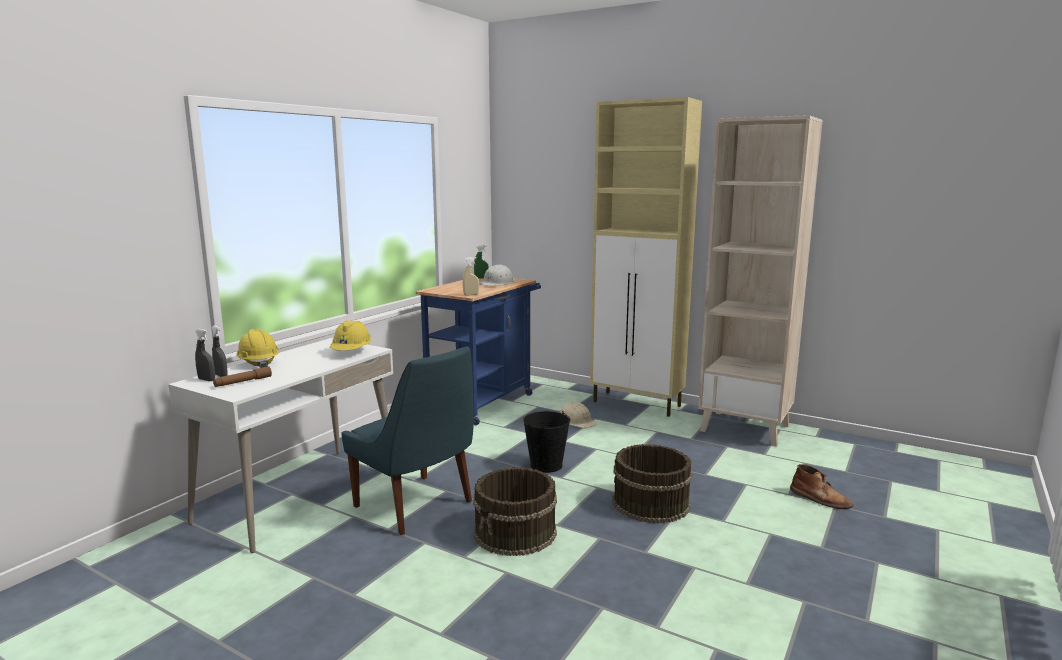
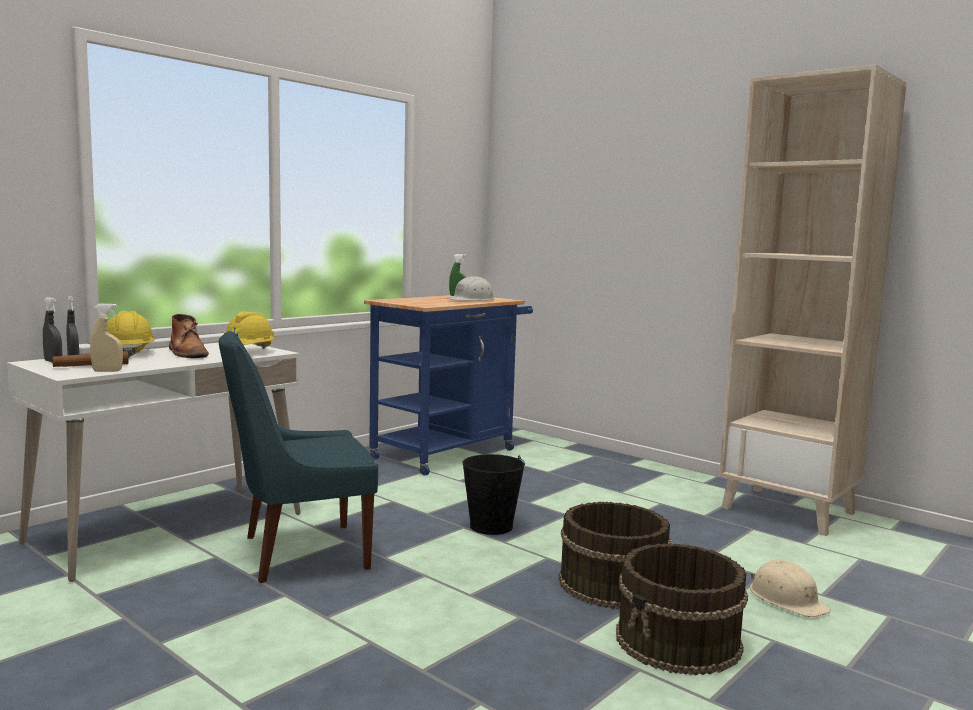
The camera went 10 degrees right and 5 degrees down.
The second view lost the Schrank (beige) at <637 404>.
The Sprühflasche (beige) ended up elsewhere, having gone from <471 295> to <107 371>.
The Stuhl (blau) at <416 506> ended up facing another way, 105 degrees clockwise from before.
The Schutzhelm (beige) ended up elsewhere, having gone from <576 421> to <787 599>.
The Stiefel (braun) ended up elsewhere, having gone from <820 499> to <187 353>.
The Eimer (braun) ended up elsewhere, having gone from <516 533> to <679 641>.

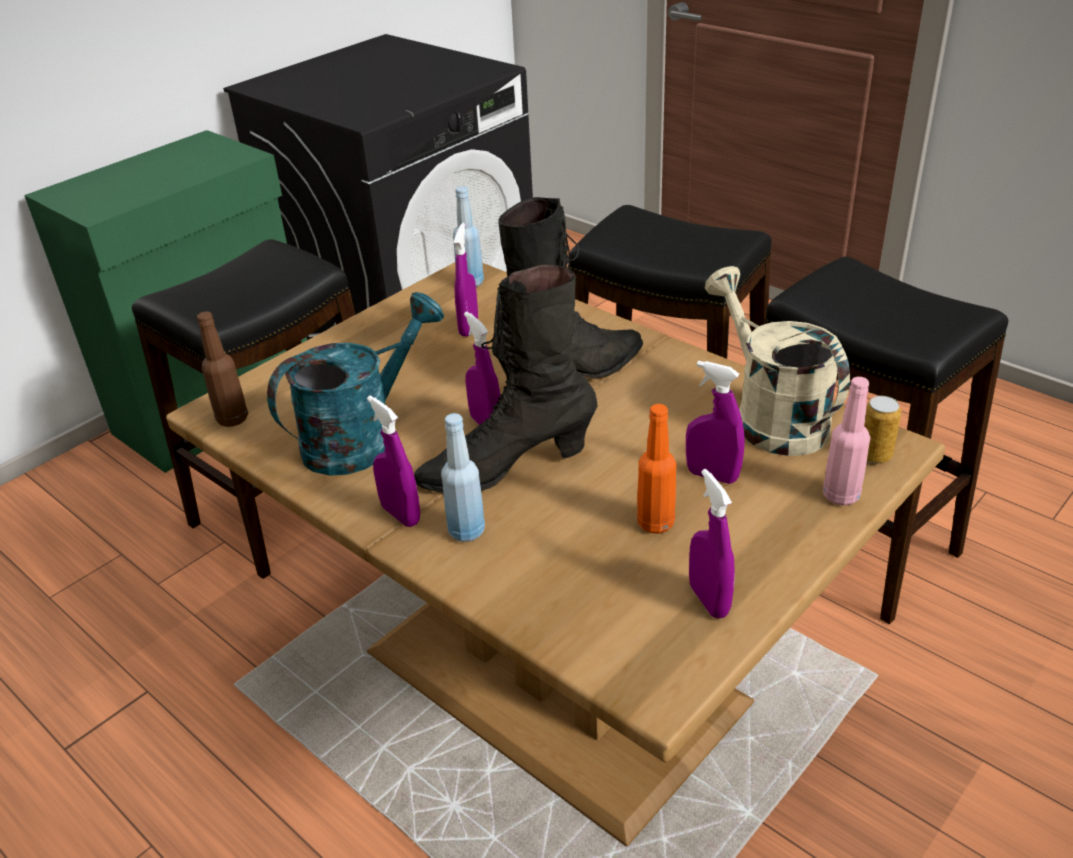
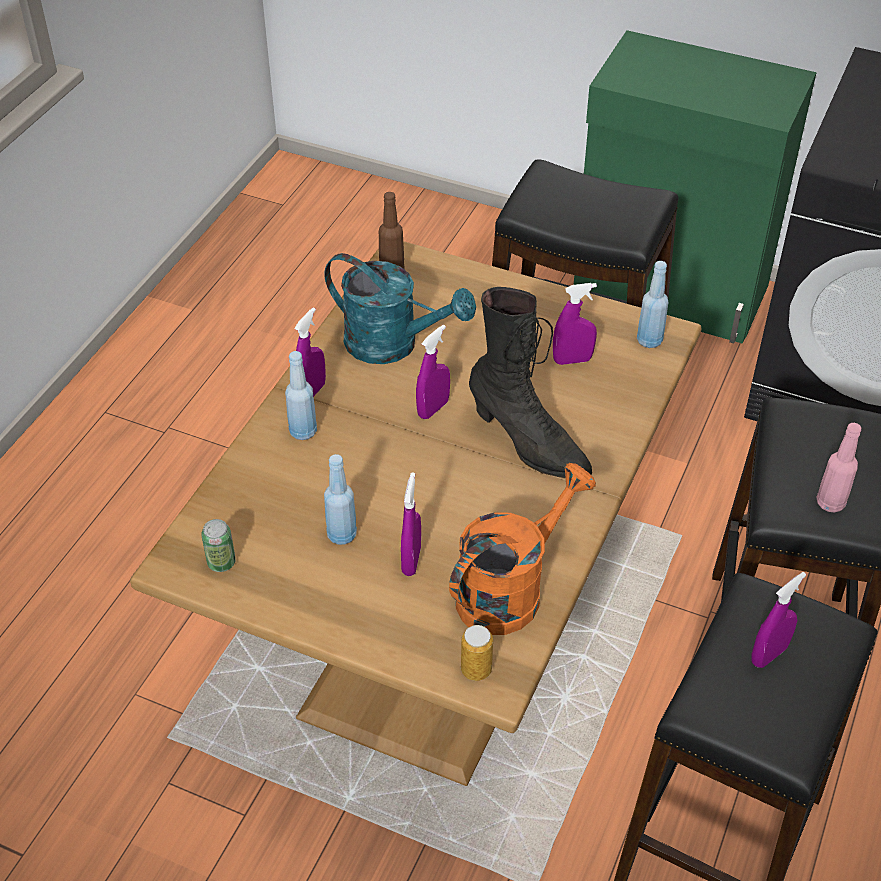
The camera went 70 degrees right and 10 degrees up.
The second view lost the Stiefel (schwarz) at <506 467>.
What was the Gießkanne (beige) at <770 416> turned into the Gießkanne (orange) at <510 589>.
The Flasche (rosa) ended up elsewhere, having gone from <840 495> to <830 503>.
What was the Flasche (orange) at <655 523> turned into the Flasche (blau) at <342 535>.
The Sprühflasche (lila) ended up elsewhere, having gone from <708 600> to <769 655>.
The second view gained the Dose at <221 562>.

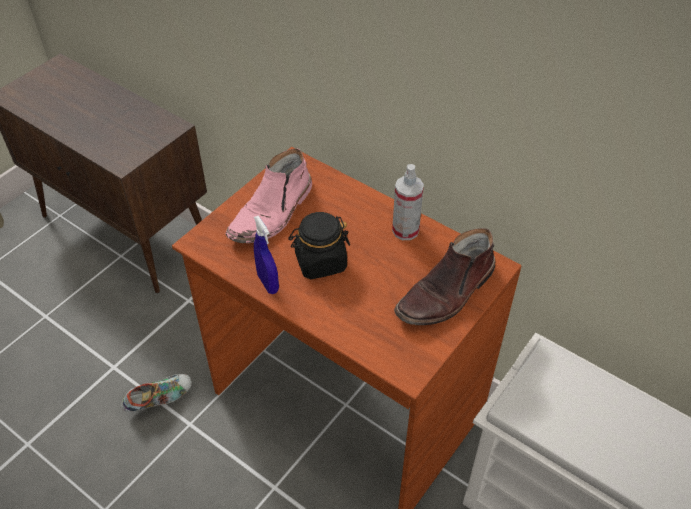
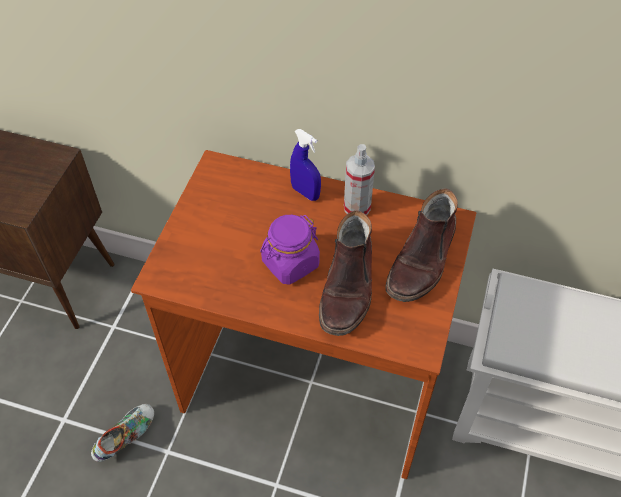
The camera went 20 degrees left and 5 degrees up.
The second view lost the Stiefel (rosa) at <272 213>.
What was the Vorratsglas (schwarz) at <320 262> turned into the Vorratsglas (lila) at <290 263>.
The Sprühflasche (blau) ended up elsewhere, having gone from <268 283> to <305 192>.
The second view gained the Stiefel (braun) at <348 286>.

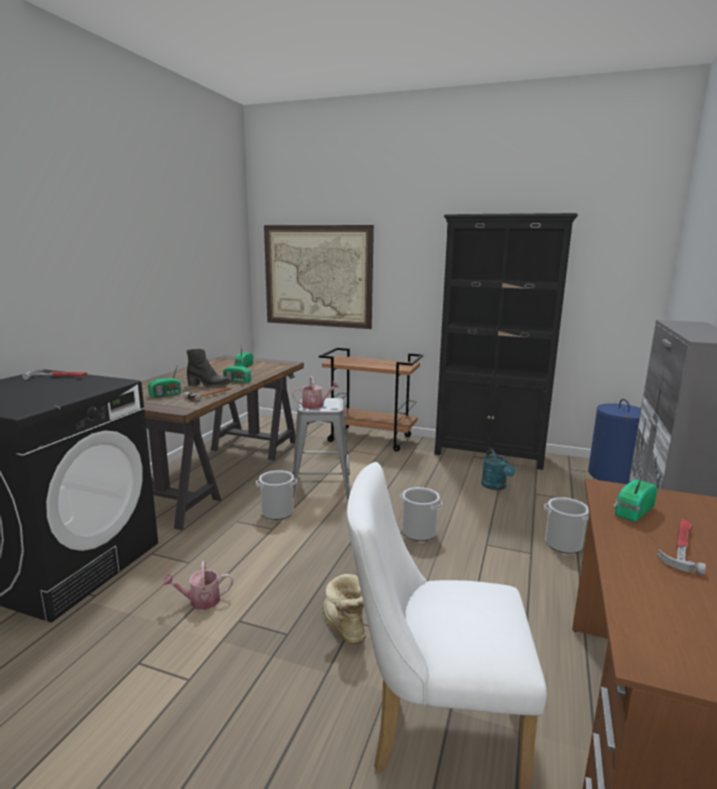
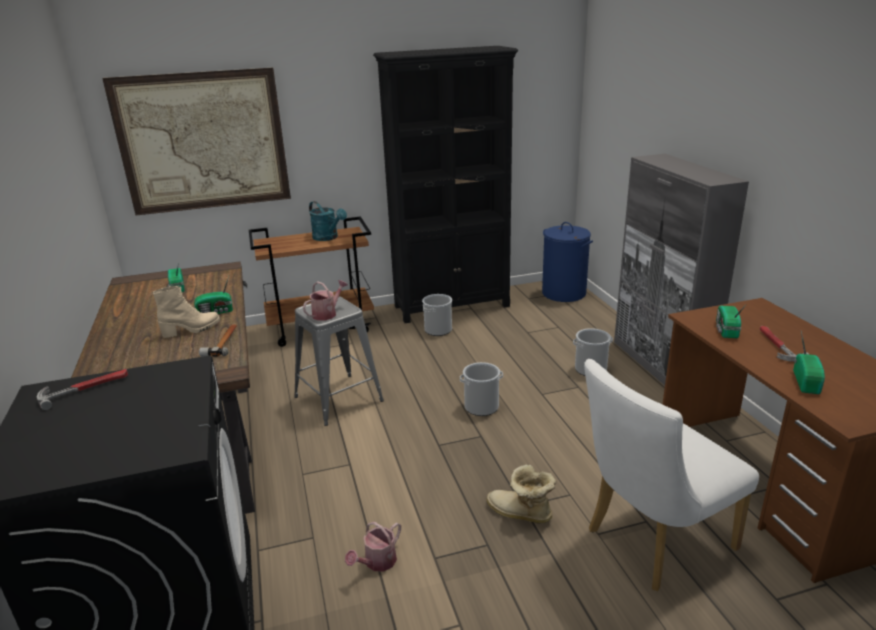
The camera went 35 degrees left and 10 degrees up.
What was the Stiefel (schwarz) at <208 385> turned into the Stiefel (beige) at <192 330>.
The Radio ended up elsewhere, having gone from <166 395> to <807 382>.
The Gießkanne (türkis) ended up elsewhere, having gone from <496 487> to <328 238>.
The Eimer ended up elsewhere, having gone from <277 512> to <438 330>.

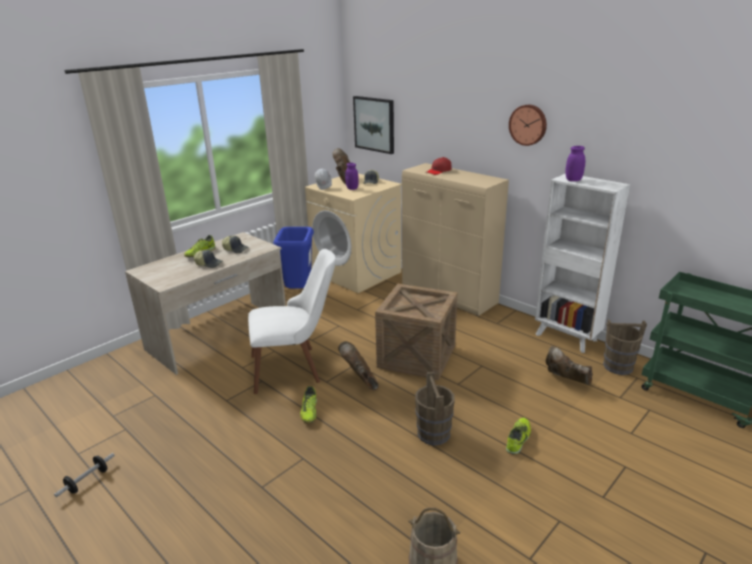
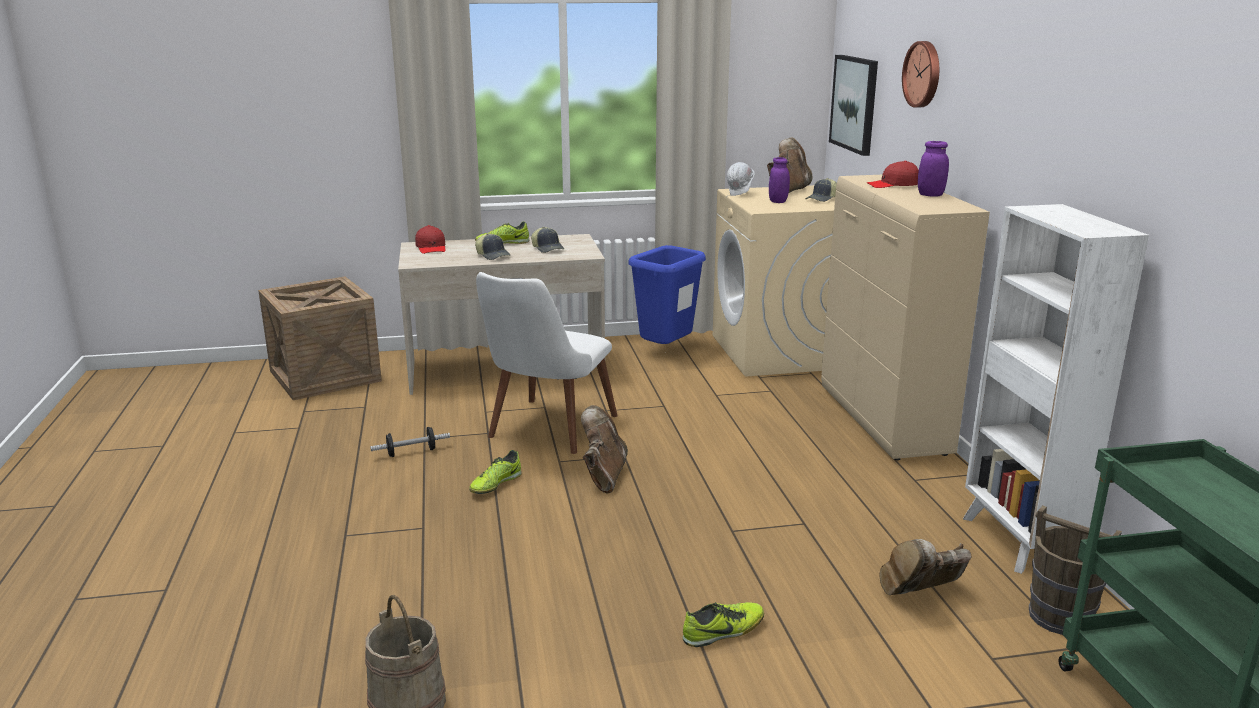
The camera went 35 degrees right and 5 degrees down.
The Wanduhr ended up elsewhere, having gone from <528 124> to <923 74>.
The Vorratsglas (lila) ended up elsewhere, having gone from <573 180> to <930 195>.
The Stuhl (weiß) at <295 367> ended up facing another way, 90 degrees clockwise from before.
The Kiste ended up elsewhere, having gone from <416 356> to <325 376>.
The Stiefel (braun) at <565 381> ended up facing another way, 90 degrees counterclockwise from before.
The second view lost the Eimer (braun) at <433 433>.
The Hantel ended up elsewhere, having gone from <88 481> to <411 452>.
The second view gained the Kappe (rot) at <431 248>.

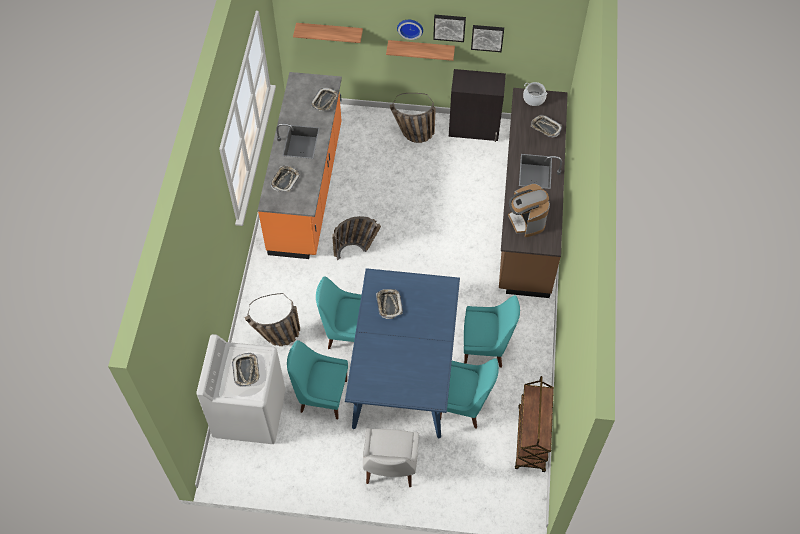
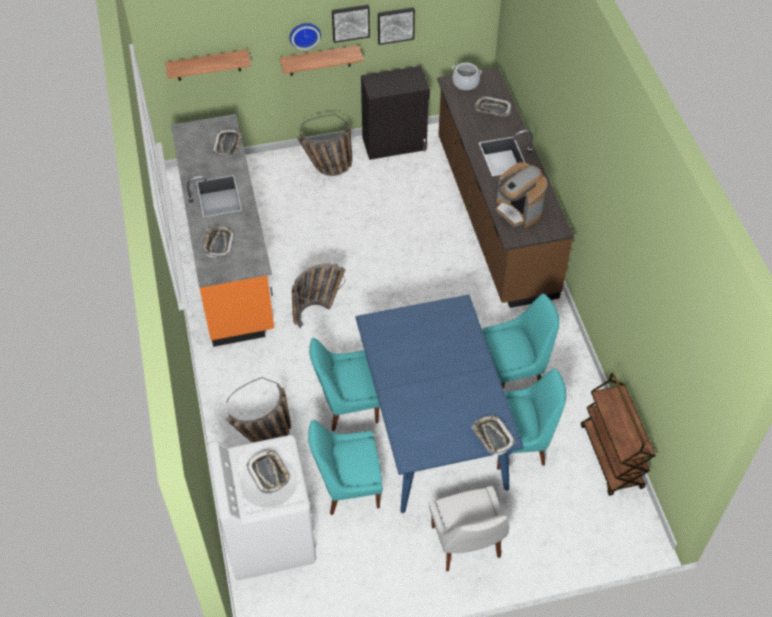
The camera went 20 degrees left and 5 degrees down.
The Tablett ended up elsewhere, having gone from <389 304> to <492 436>.

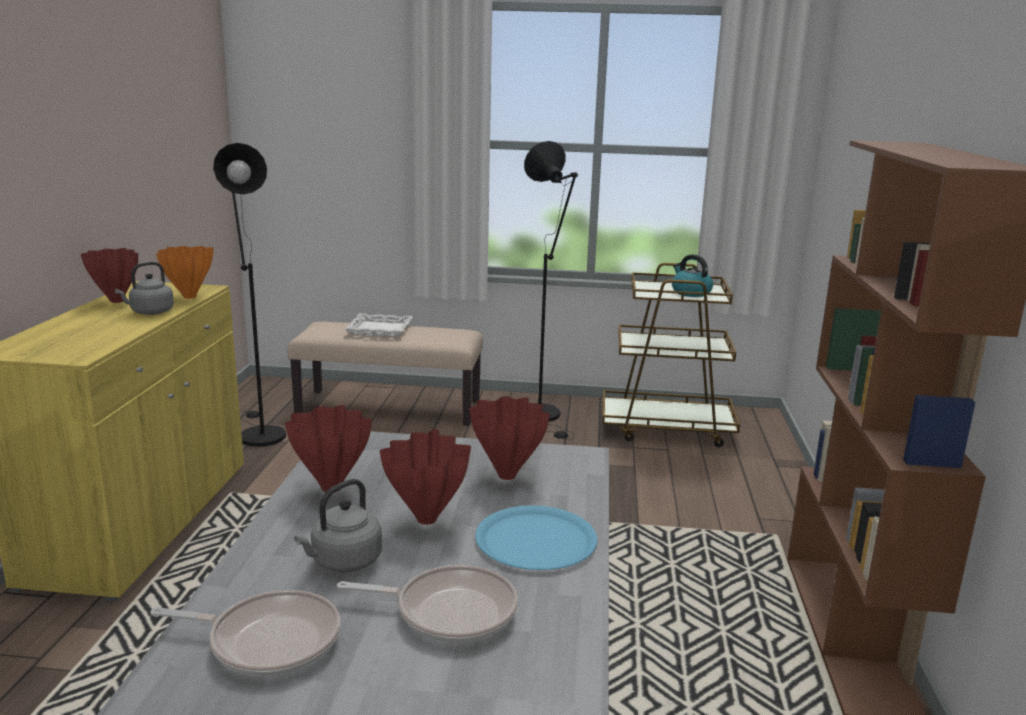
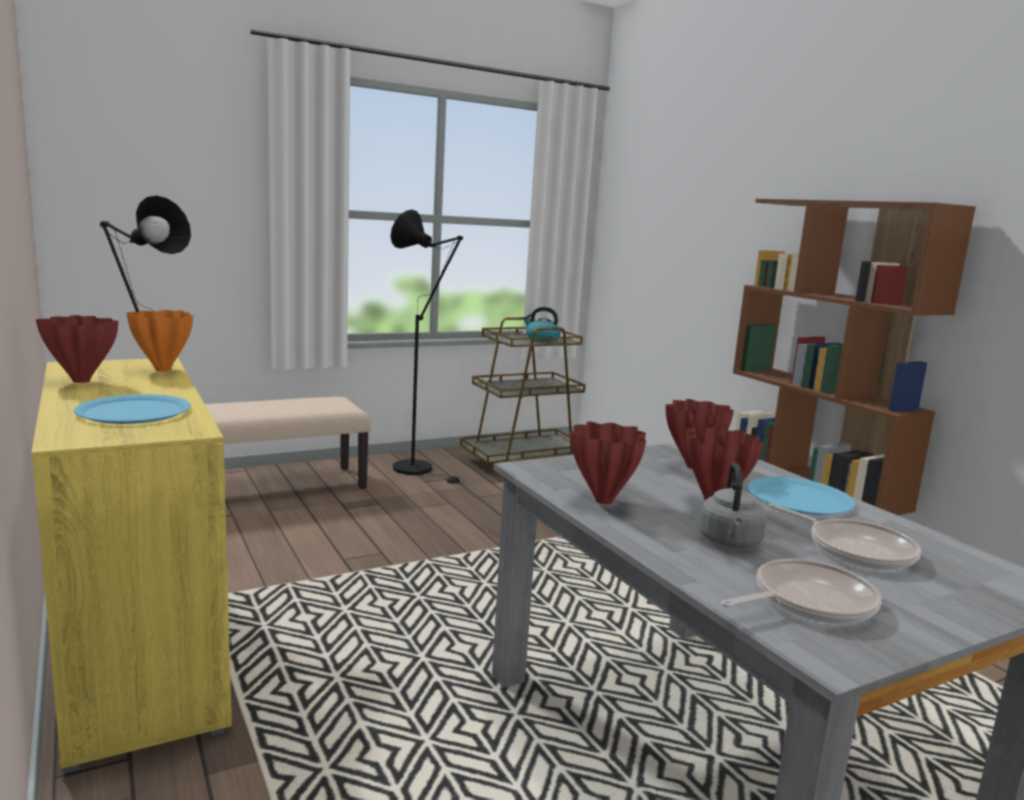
The camera went 35 degrees left and 5 degrees down.
The second view lost the Wasserkessel (grau) at <150 312>.
The second view lost the Tablett (weiß) at <380 329>.
The Pfanne at <449 611> ended up facing another way, 75 degrees clockwise from before.
The second view gained the Teller (blau) at <134 411>.

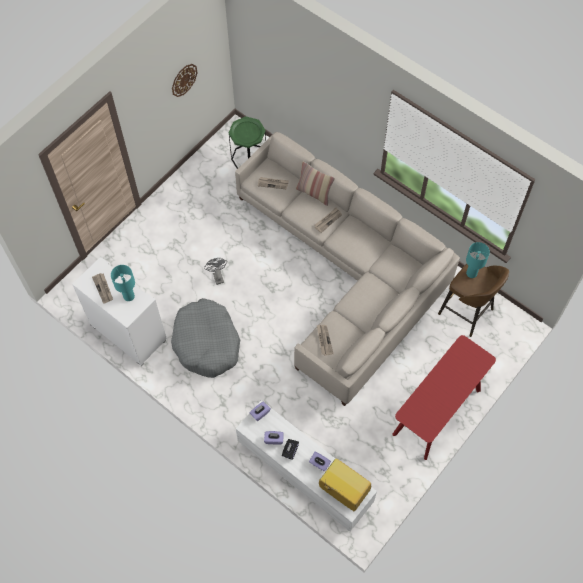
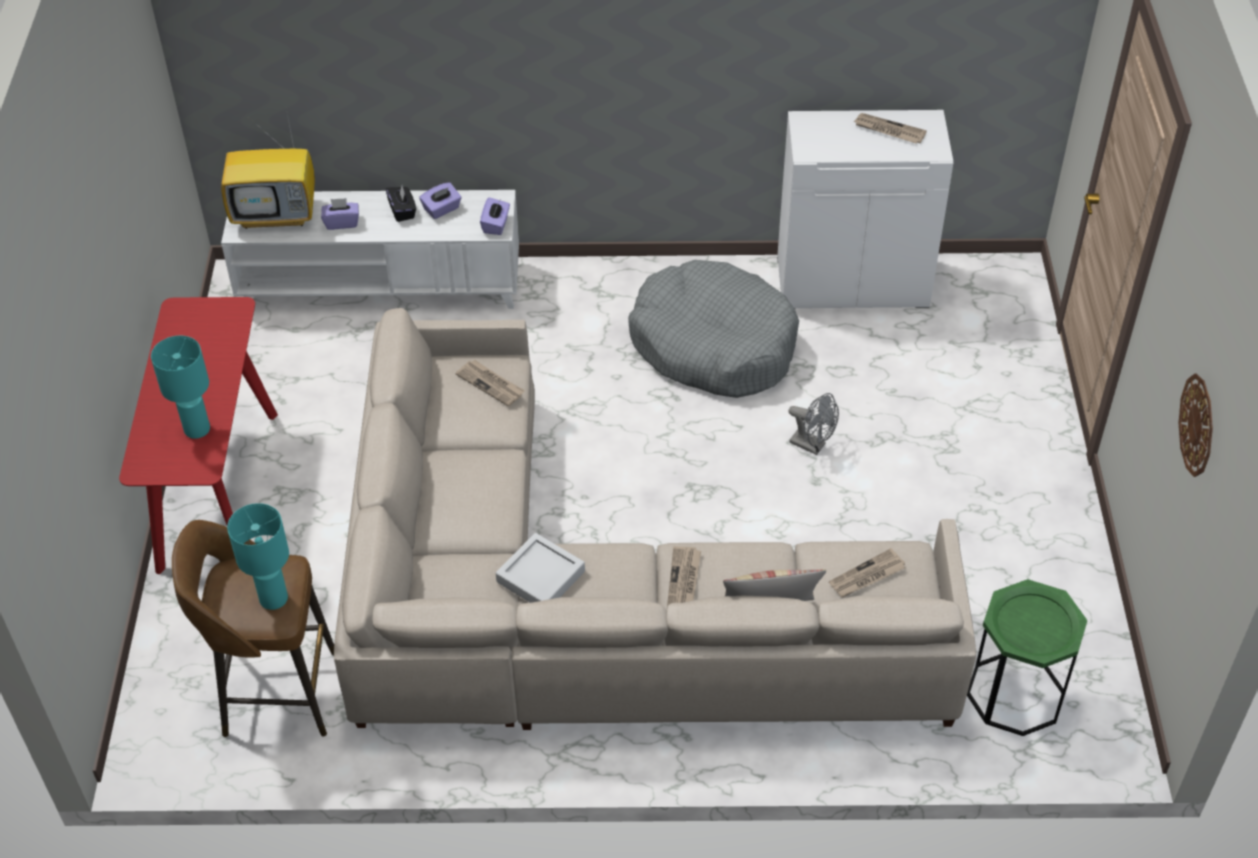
The camera went 140 degrees right and 15 degrees down.
The Tischlampe (türkis) ended up elsewhere, having gone from <129 296> to <196 430>.
The second view gained the Tablett (grau) at <540 576>.

